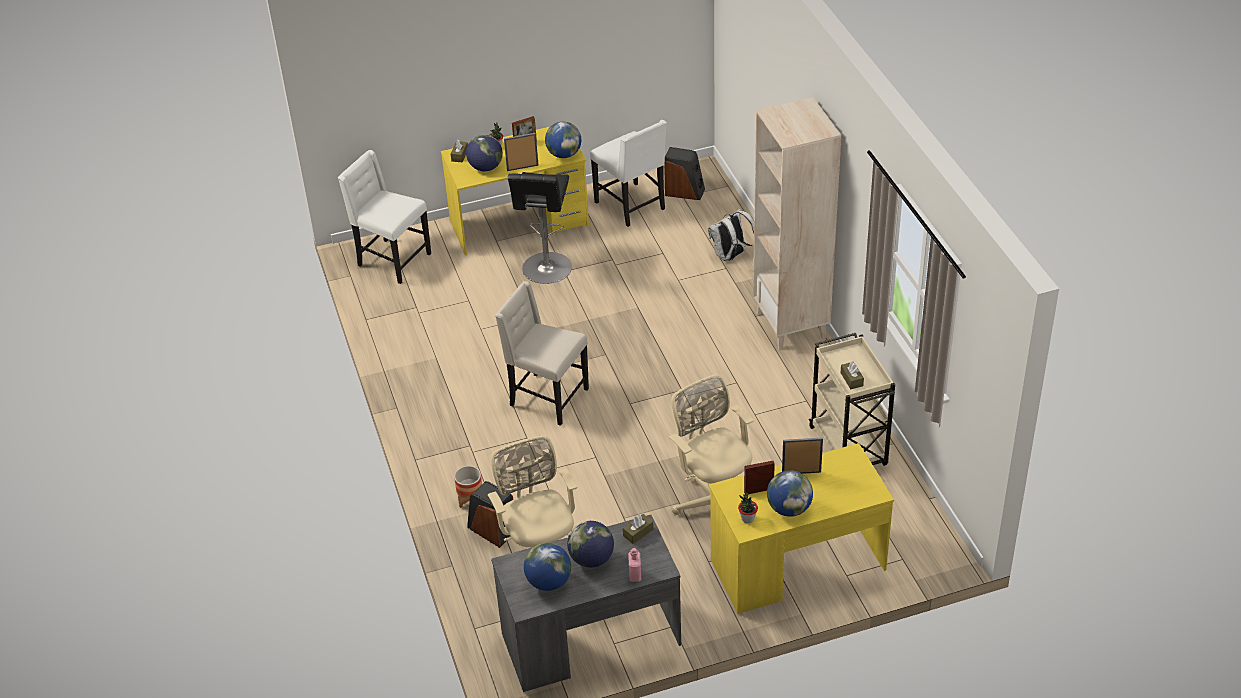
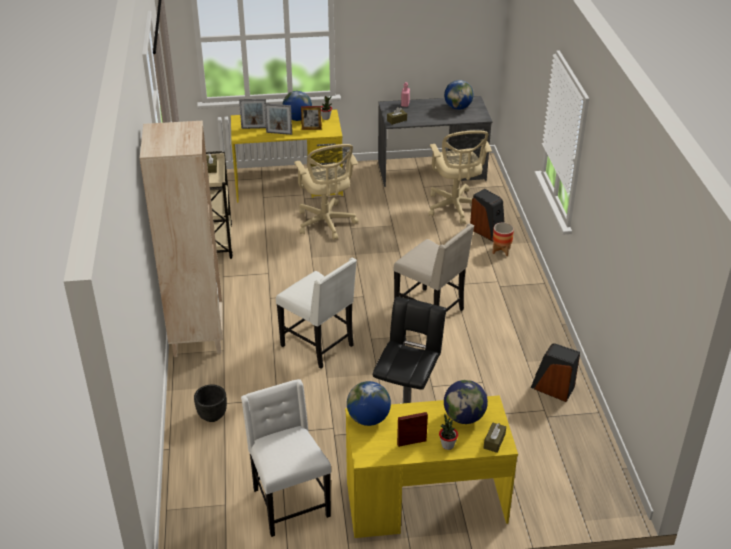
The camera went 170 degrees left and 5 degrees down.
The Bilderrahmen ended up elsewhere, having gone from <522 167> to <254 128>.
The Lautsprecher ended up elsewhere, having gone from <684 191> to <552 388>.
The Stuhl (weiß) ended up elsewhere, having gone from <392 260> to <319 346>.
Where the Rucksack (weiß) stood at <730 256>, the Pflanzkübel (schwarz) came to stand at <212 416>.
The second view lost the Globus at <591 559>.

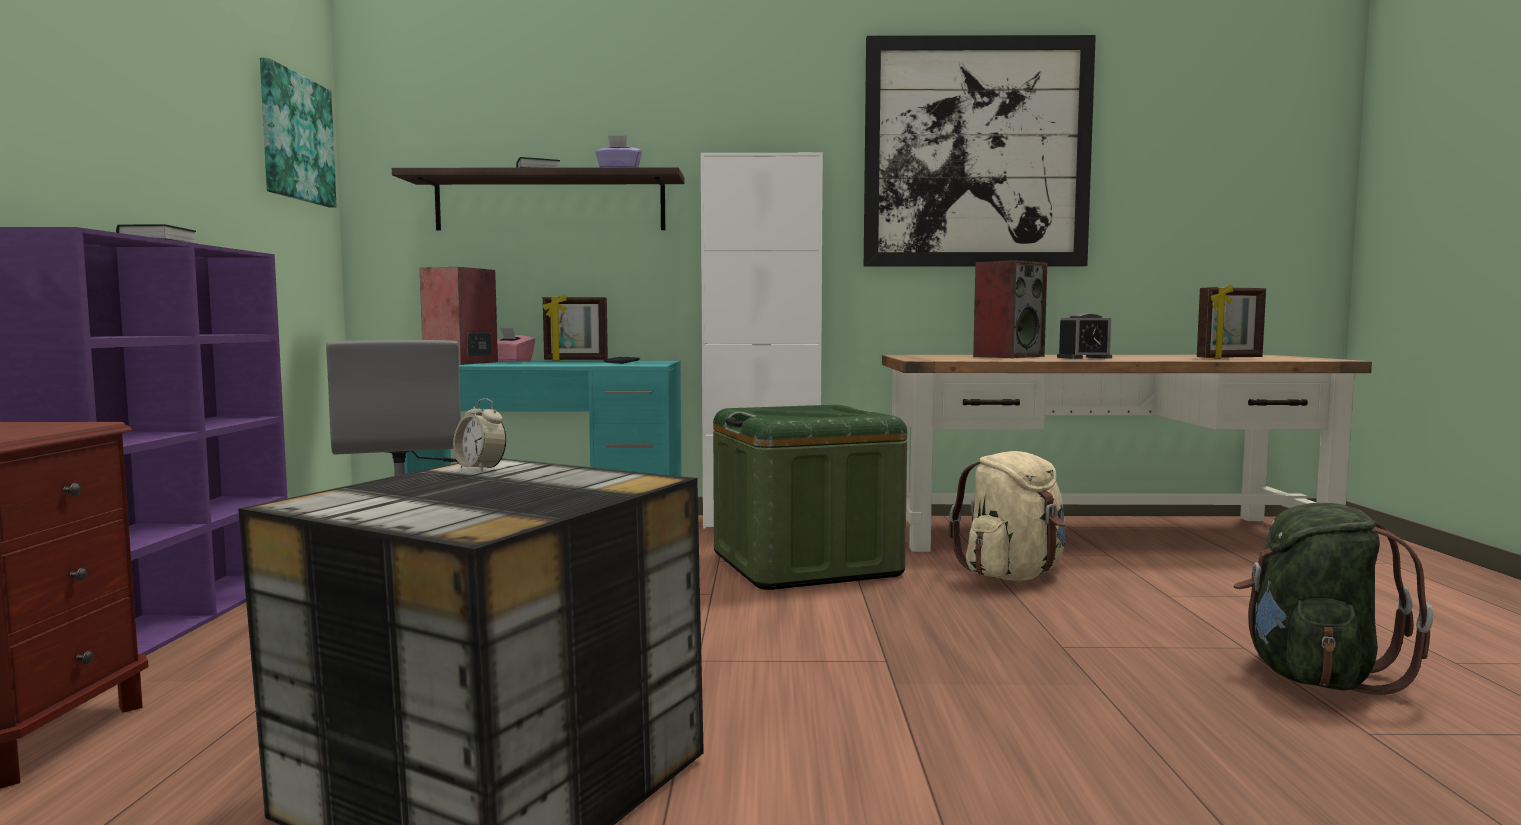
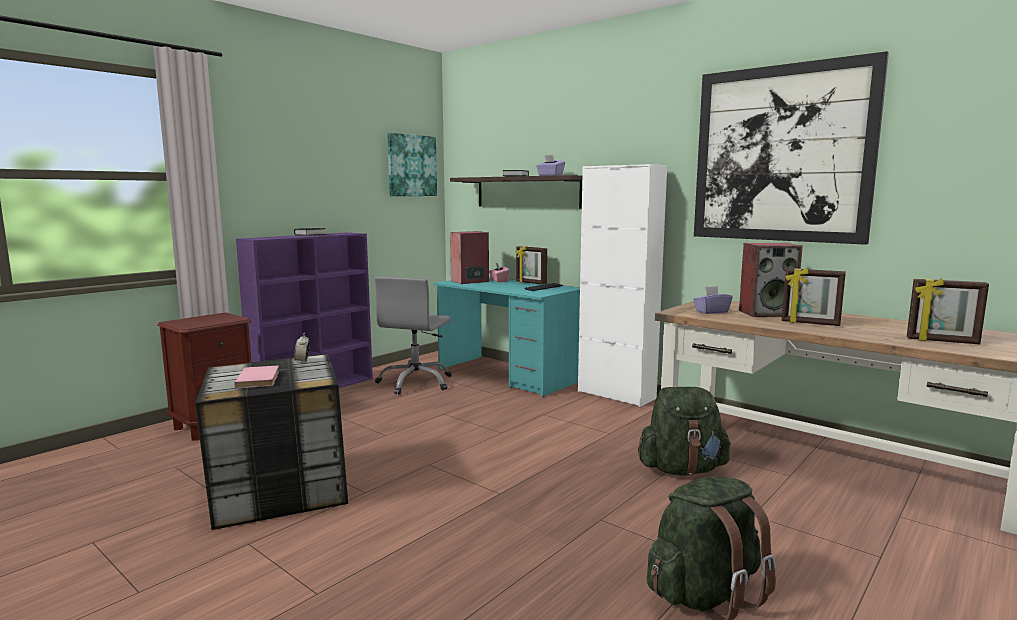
The camera went 40 degrees right and 5 degrees up.
Where the Wecker stood at <1084 358>, the Bilderrahmen came to stand at <810 323>.
The second view lost the Aufbewahrungsbox (grün) at <805 564>.
What was the Rucksack (beige) at <1012 575> turned into the Rucksack (grün) at <682 469>.
The second view gained the Taschentuchbox (lila) at <711 312>.
The second view gained the Buch (rosa) at <260 379>.

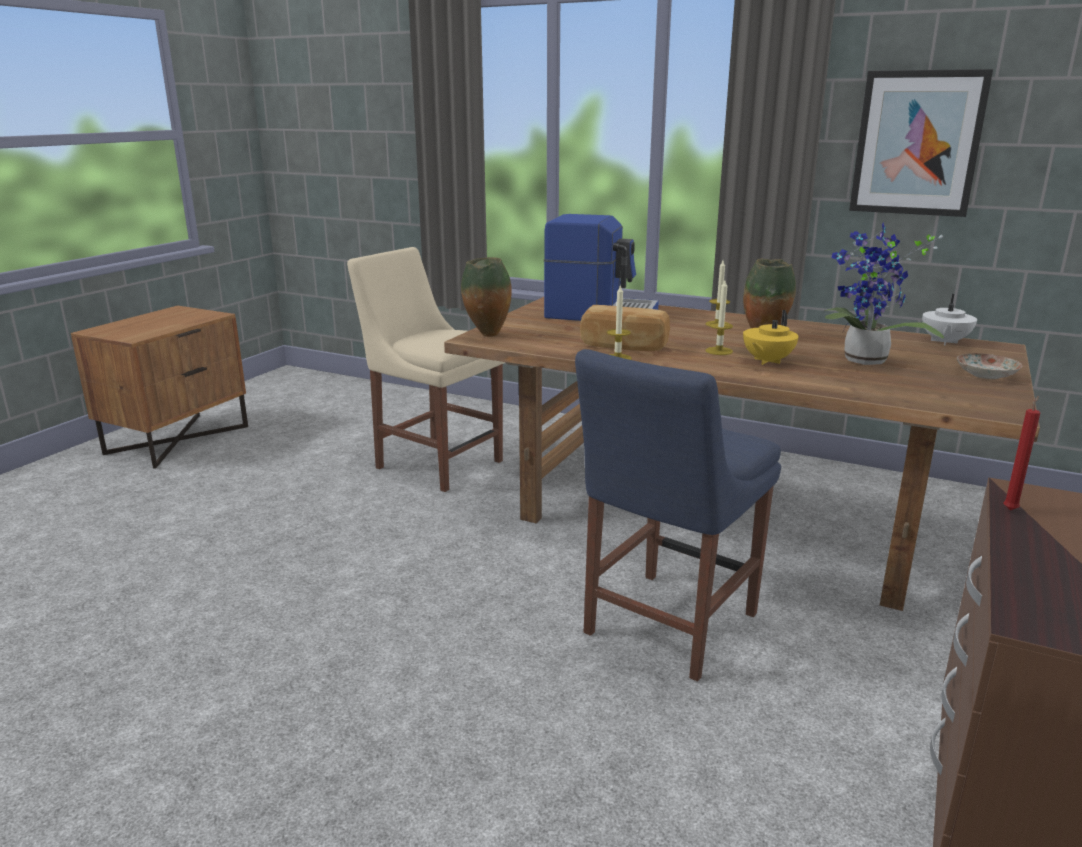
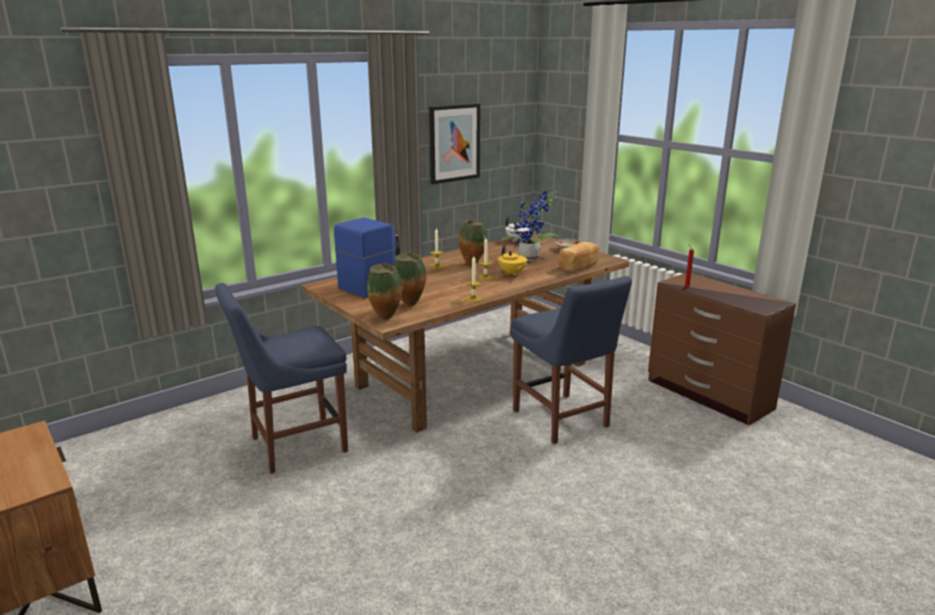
The camera went 65 degrees left and 0 degrees up.
What was the Stuhl (beige) at <435 462> turned into the Stuhl (blau) at <293 445>.
The Brot ended up elsewhere, having gone from <623 346> to <579 266>.
The second view gained the Vase at <410 305>.

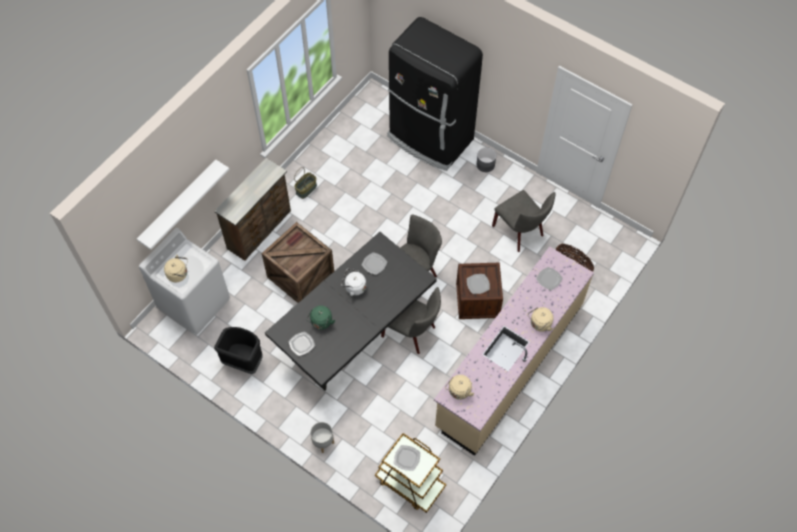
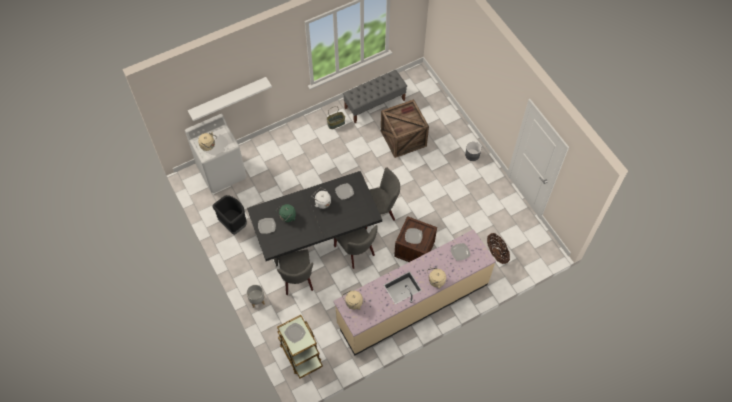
The camera went 25 degrees right and 0 degrees up.
The second view lost the Kühlschrank (schwarz) at <430 139>.
The second view lost the Kommode (braun) at <260 230>.
The Stuhl (grau) ended up elsewhere, having gone from <520 232> to <297 280>.
The Kiste ended up elsewhere, having gone from <300 274> to <403 138>.
The second view gained the Bank (grau) at <375 104>.

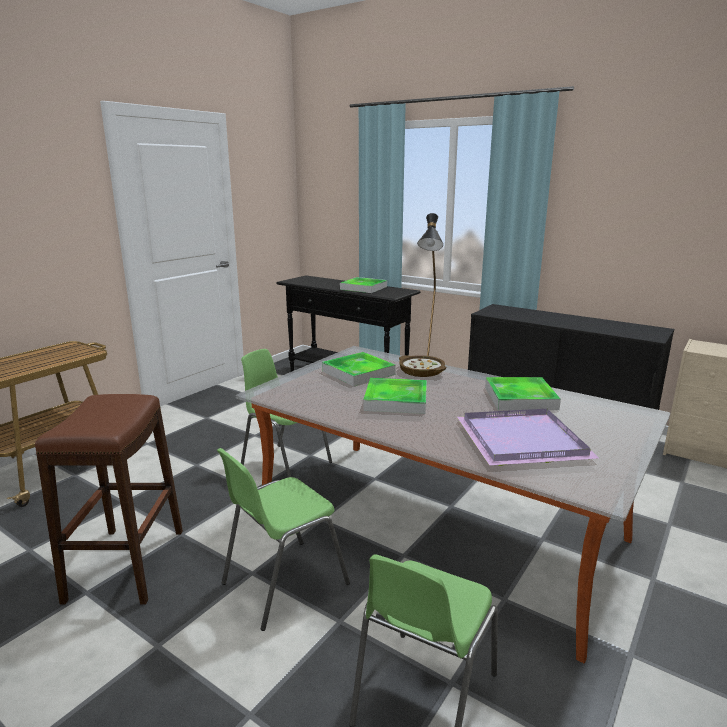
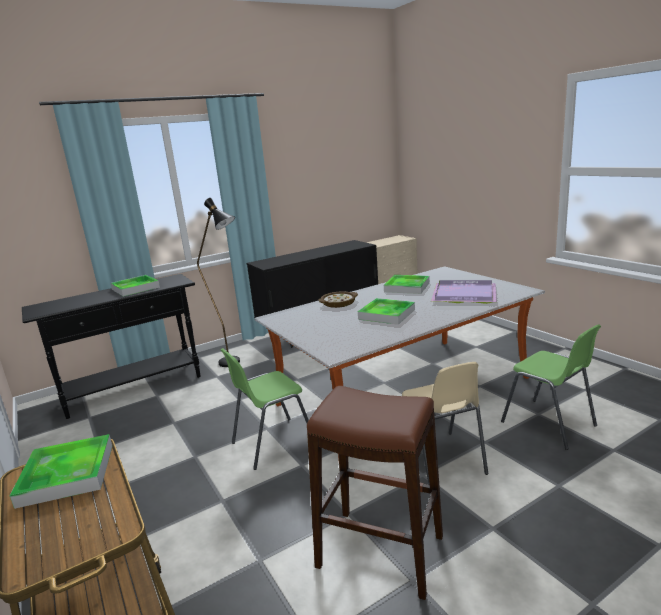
The camera went 65 degrees left and 0 degrees up.
The Tablett ended up elsewhere, having gone from <358 373> to <67 474>.
What was the Stuhl (grün) at <283 583> turned into the Stuhl (beige) at <440 461>.

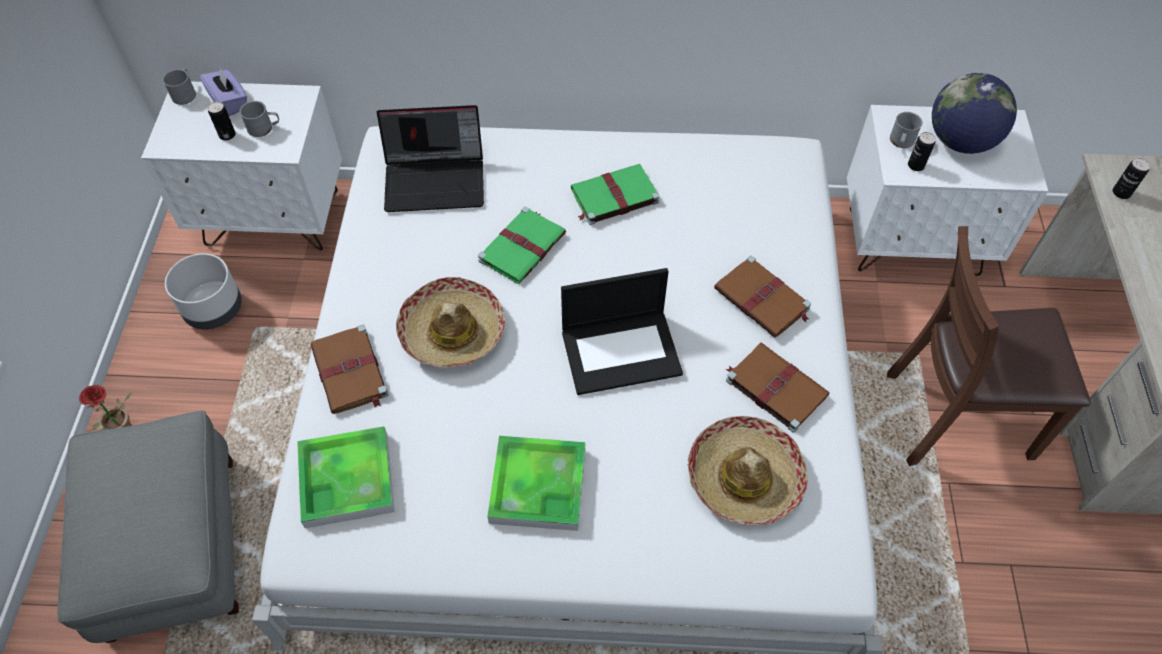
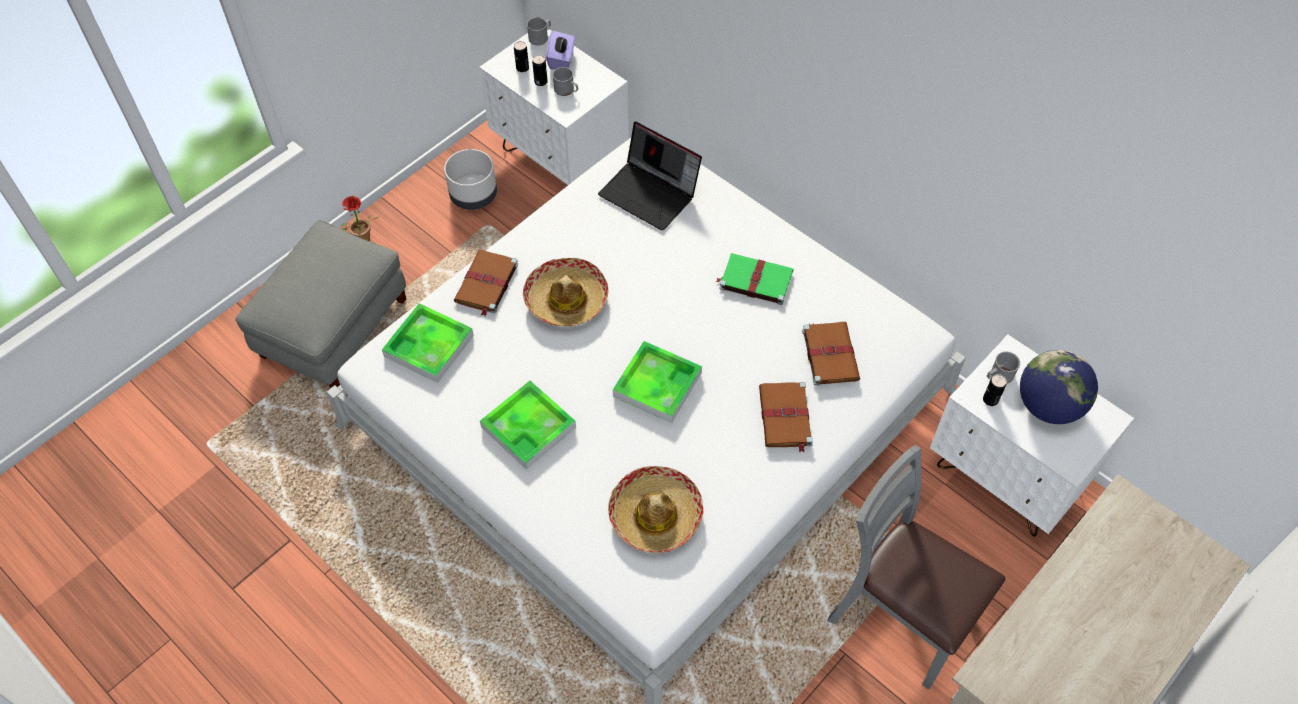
The camera went 40 degrees right and 0 degrees up.
The Dose ended up elsewhere, having gone from <1121 193> to <522 68>.
The second view lost the Buch (grün) at <523 246>.
What was the Stuhl (braun) at <956 417> turned into the Stuhl (grau) at <900 617>.
Where the Laptop stood at <622 351>, the Tablett came to stand at <657 384>.
The Buch (braun) ended up elsewhere, having gone from <774 387> to <829 353>.

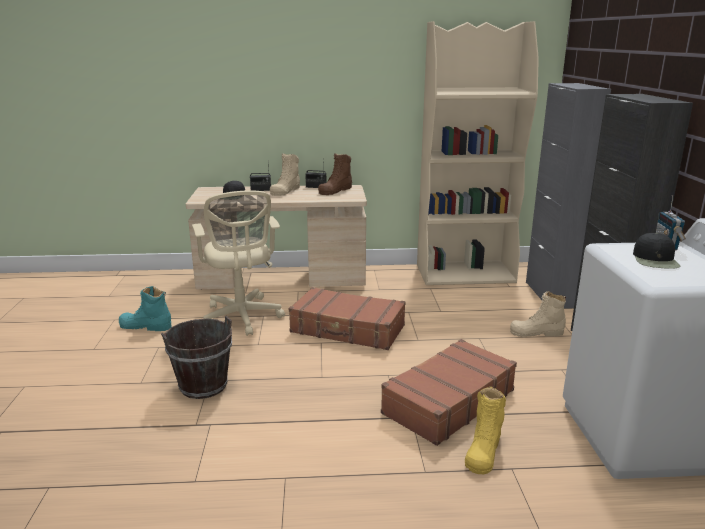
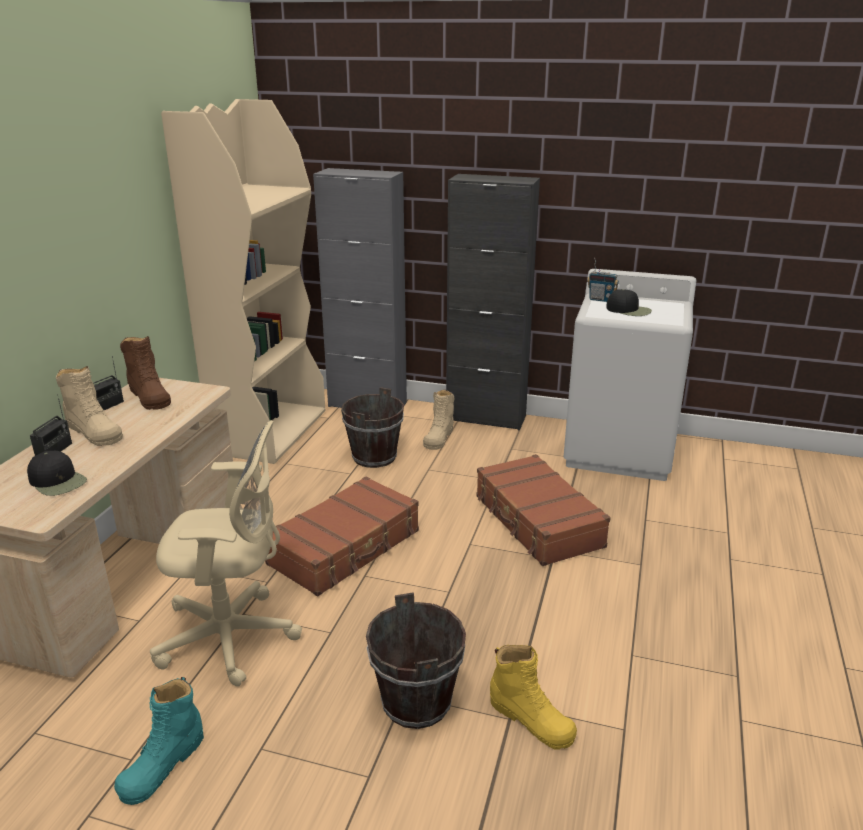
The camera went 70 degrees left and 5 degrees up.
The Stiefel (gelb) ended up elsewhere, having gone from <483 451> to <531 719>.
The second view gained the Eimer (braun) at <374 457>.

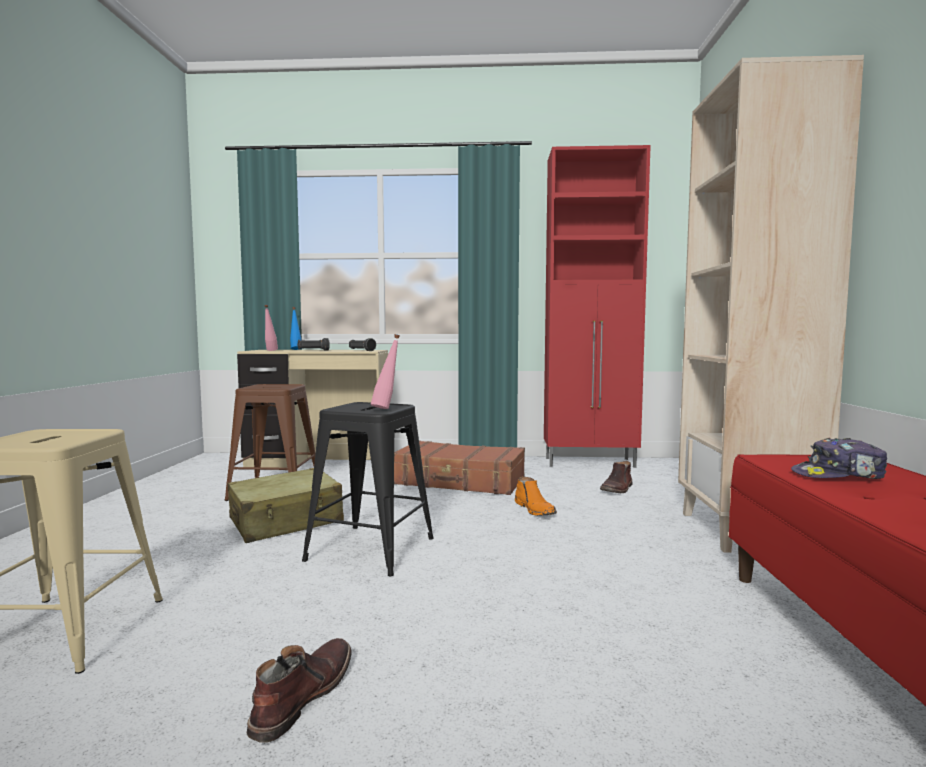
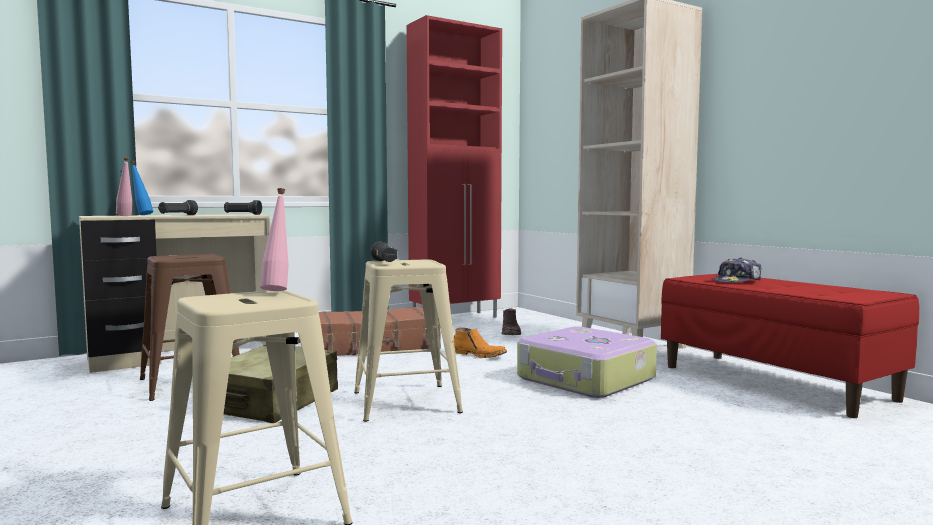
The camera went 35 degrees left and 0 degrees up.
The Flasche (rosa) ended up elsewhere, having gone from <387 408> to <277 290>.
What was the Hocker (schwarz) at <370 549> turned into the Hocker (beige) at <405 402>.
The second view lost the Stiefel (braun) at <302 696>.
The second view gained the Taschenlampe (schwarz) at <384 262>.
The second view gained the Koffer at <585 379>.

